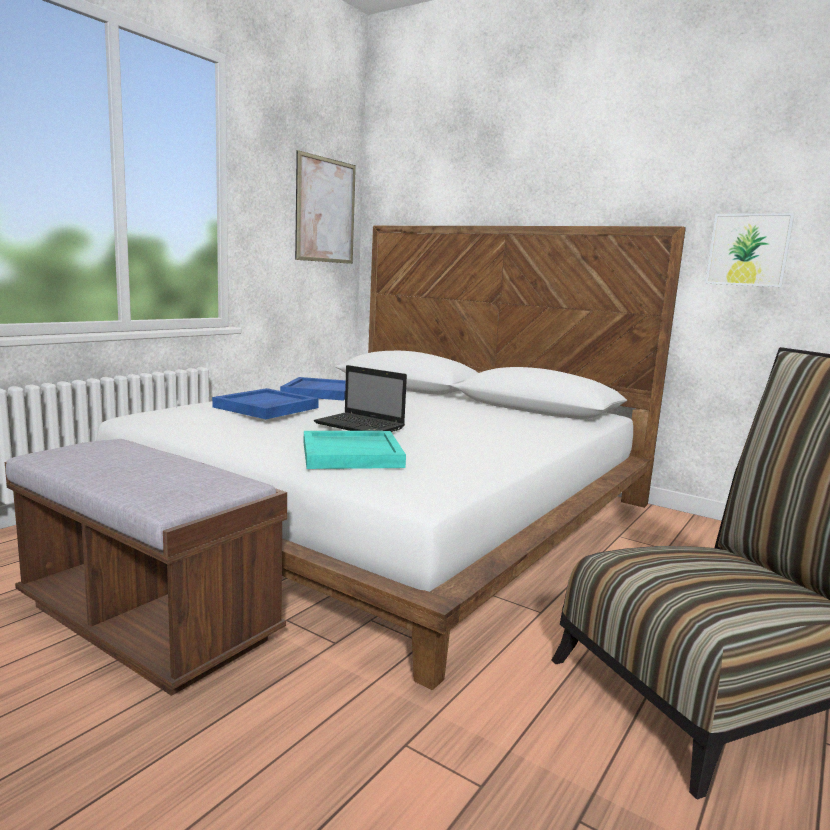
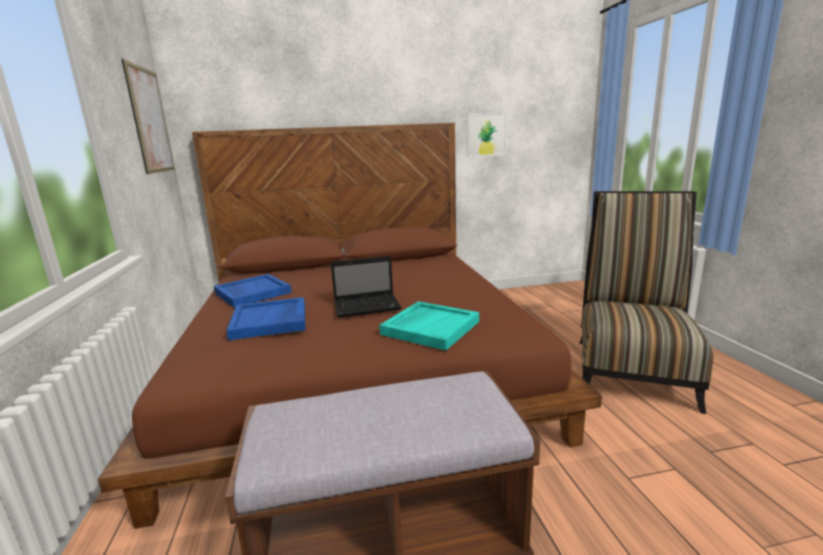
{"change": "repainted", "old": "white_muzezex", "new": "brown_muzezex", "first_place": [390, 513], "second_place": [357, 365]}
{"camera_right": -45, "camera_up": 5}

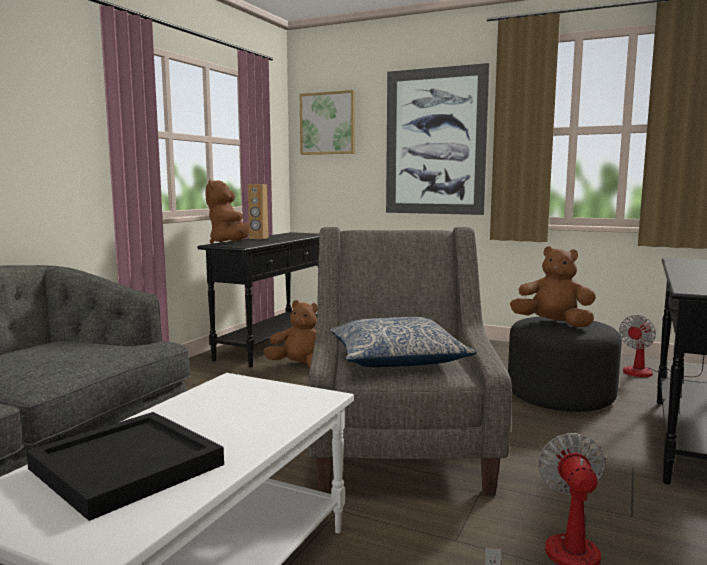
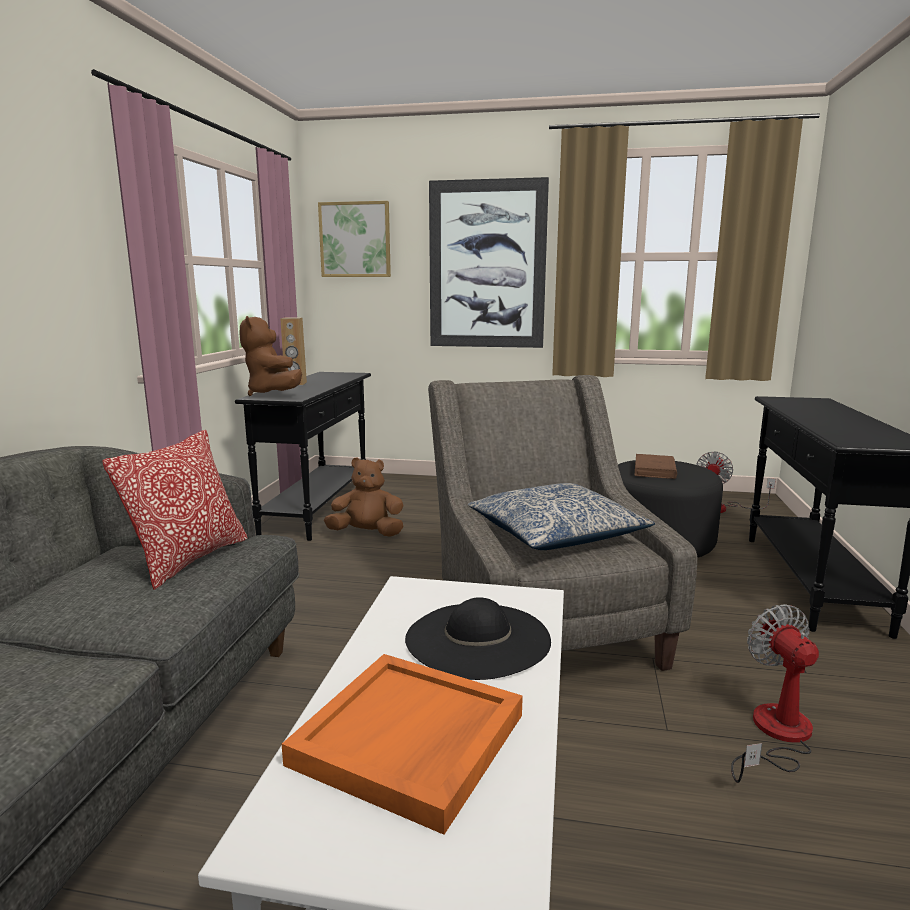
{"change": "swapped", "old": "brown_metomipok", "new": "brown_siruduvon", "first_place": [553, 324], "second_place": [654, 470]}
{"change": "repainted", "old": "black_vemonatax", "new": "orange_vemonatax", "first_place": [126, 467], "second_place": [409, 741]}
{"change": "new", "new": "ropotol", "second_place": [189, 559]}
{"change": "new", "new": "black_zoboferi", "second_place": [477, 639]}
{"camera_right": -15, "camera_up": 5}

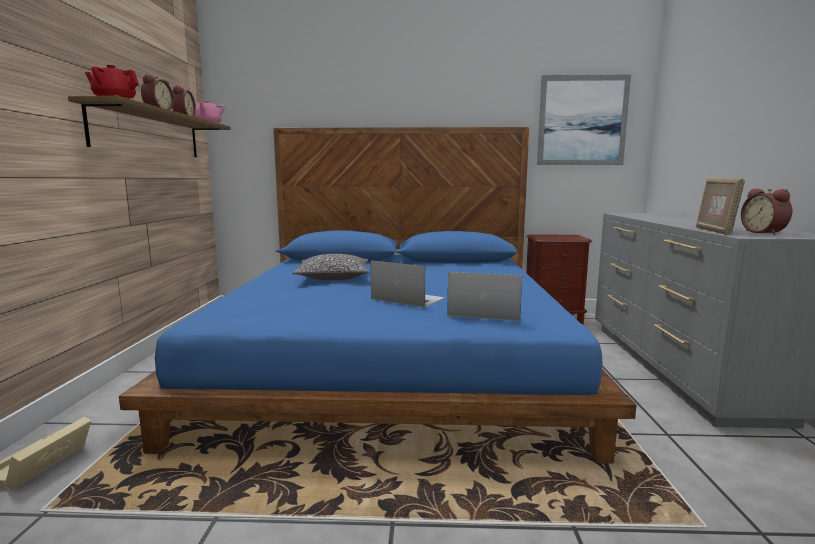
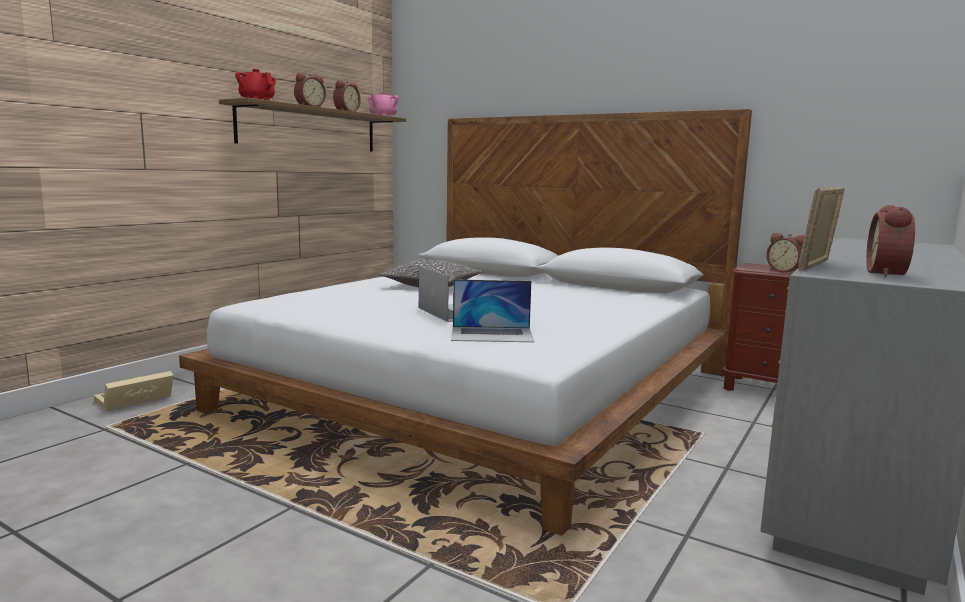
{"change": "gone", "old": "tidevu", "first_place": [582, 120]}
{"change": "repainted", "old": "blue_muzezex", "new": "white_muzezex", "first_place": [392, 360], "second_place": [485, 390]}
{"change": "rotated", "old": "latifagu", "first_place": [484, 312], "second_place": [492, 334], "degrees": 135}
{"change": "new", "new": "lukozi", "second_place": [786, 271]}
{"camera_right": 30, "camera_up": 0}

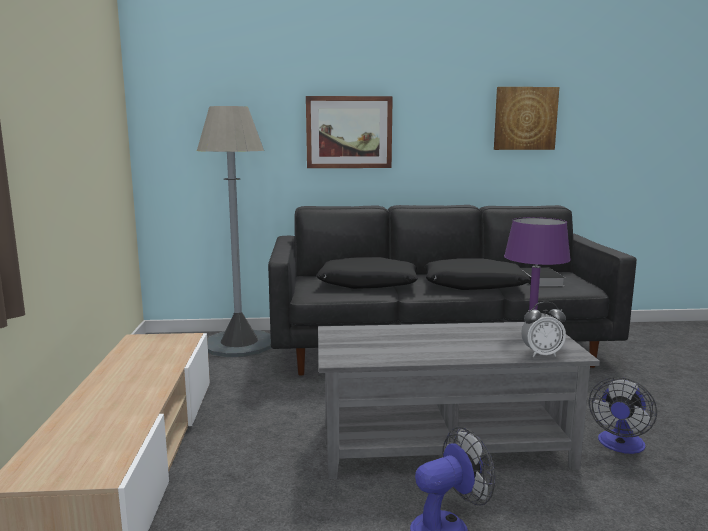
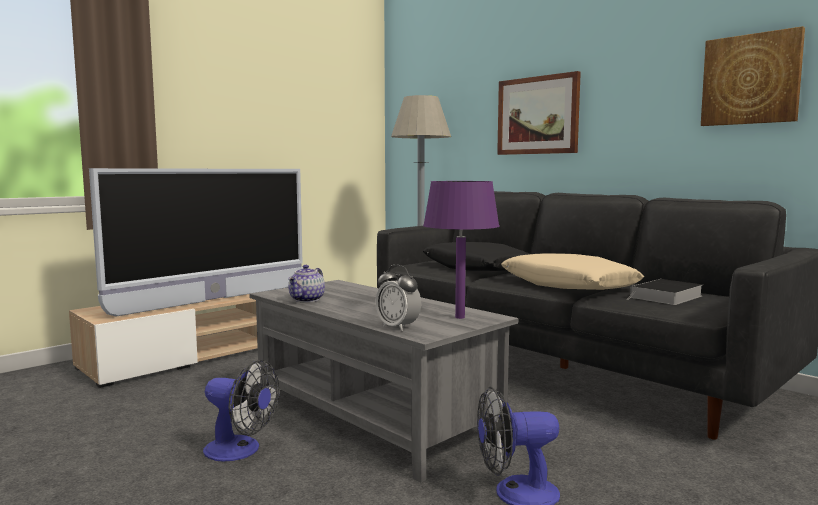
{"change": "repainted", "old": "black_ropotol", "new": "beige_ropotol", "first_place": [473, 285], "second_place": [568, 285]}
{"change": "new", "new": "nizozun", "second_place": [214, 299]}
{"change": "new", "new": "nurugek", "second_place": [307, 300]}
{"camera_right": 50, "camera_up": -5}

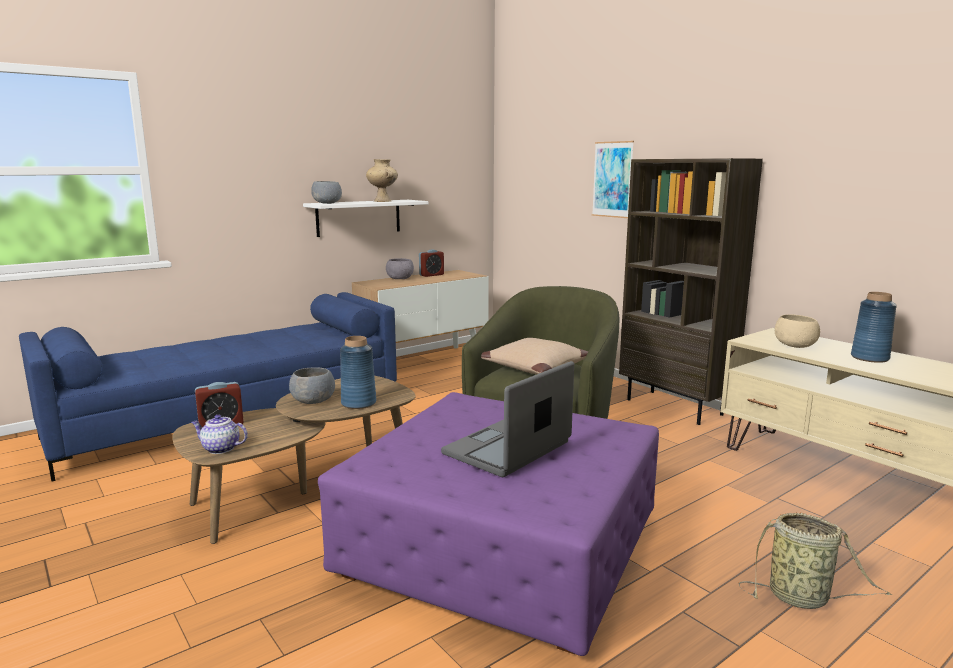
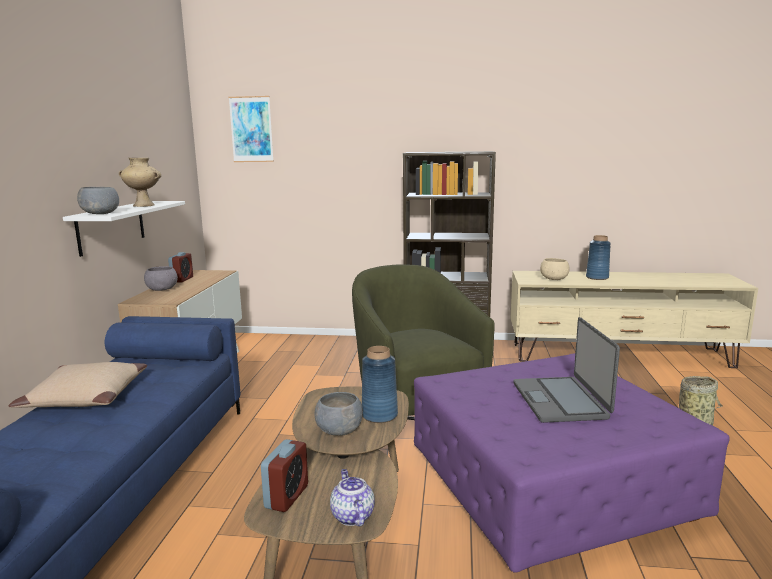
{"change": "shifted", "old": "tidevu", "first_place": [612, 179], "second_place": [251, 129]}
{"change": "shifted", "old": "beige_ropotol", "first_place": [534, 367], "second_place": [85, 397]}
{"change": "rotated", "old": "nurugek", "first_place": [220, 449], "second_place": [352, 516], "degrees": 105}
{"camera_right": -45, "camera_up": 0}

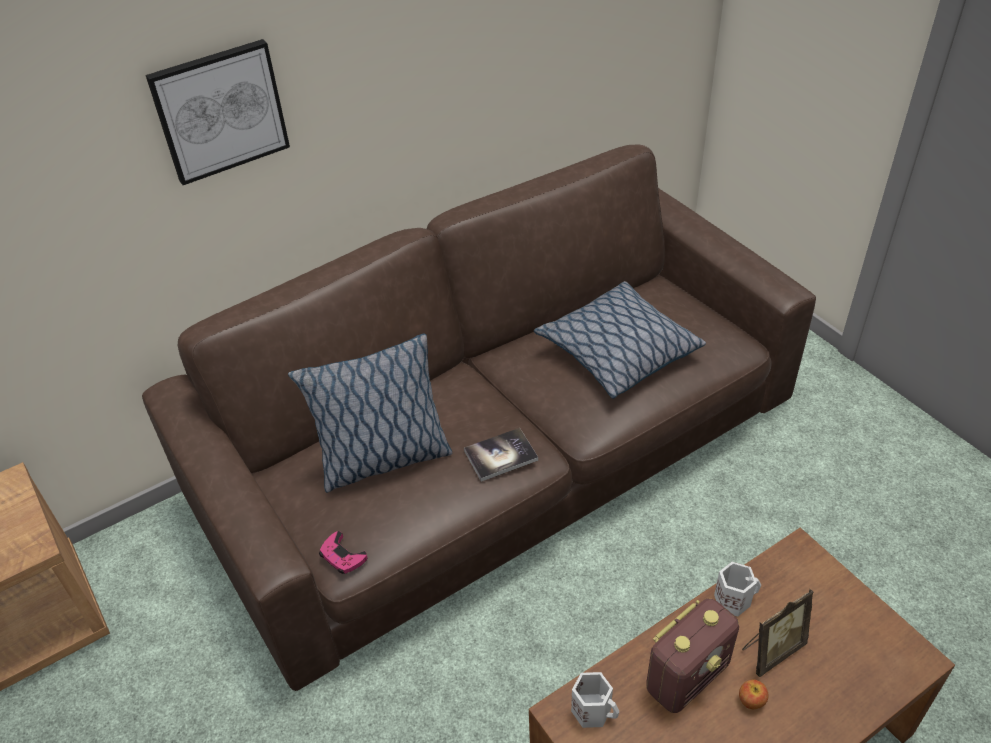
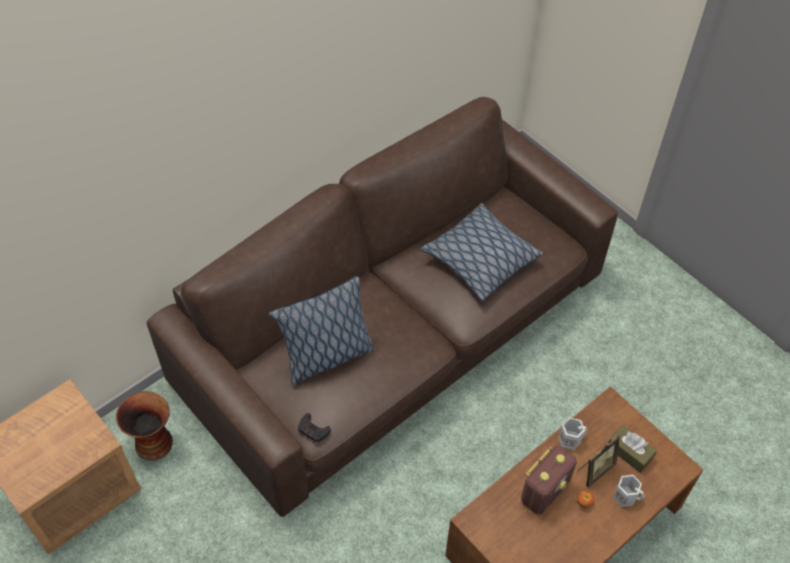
{"change": "gone", "old": "tidevu", "first_place": [220, 111]}
{"change": "gone", "old": "siruduvon", "first_place": [500, 455]}
{"change": "repainted", "old": "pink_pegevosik", "new": "black_pegevosik", "first_place": [342, 556], "second_place": [313, 430]}
{"change": "shifted", "old": "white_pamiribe", "first_place": [593, 710], "second_place": [625, 496]}
{"change": "new", "new": "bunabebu", "second_place": [153, 442]}
{"change": "new", "new": "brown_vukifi", "second_place": [629, 452]}
{"camera_right": -10, "camera_up": 10}

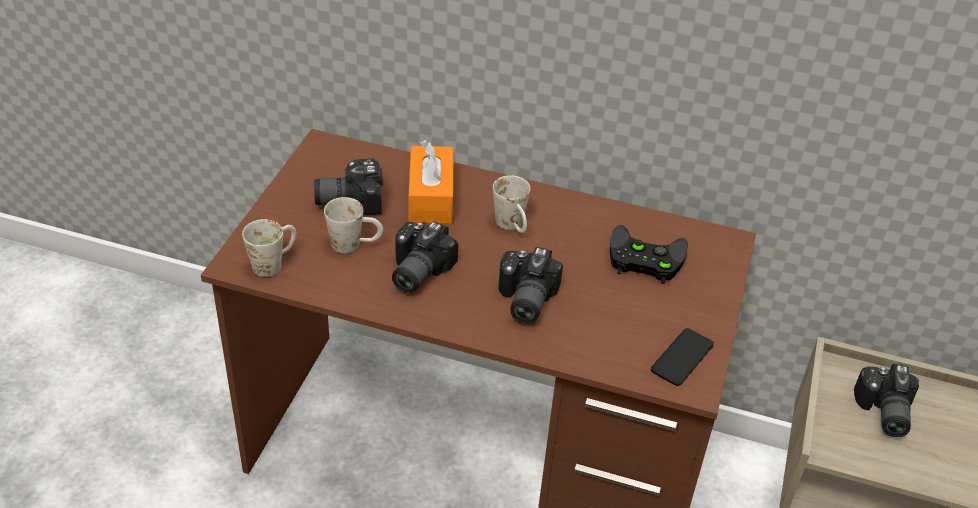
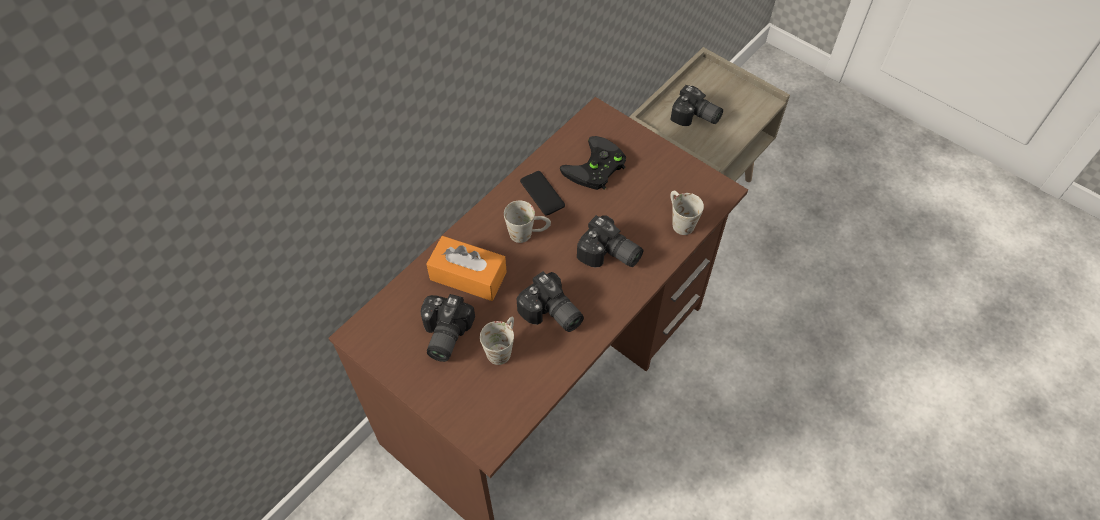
{"change": "shifted", "old": "white_pamiribe", "first_place": [274, 262], "second_place": [679, 220]}
{"change": "shifted", "old": "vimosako", "first_place": [682, 357], "second_place": [542, 193]}
{"camera_right": -65, "camera_up": 15}

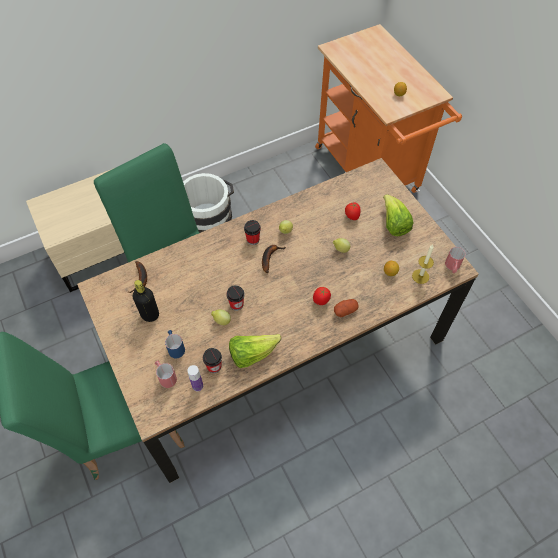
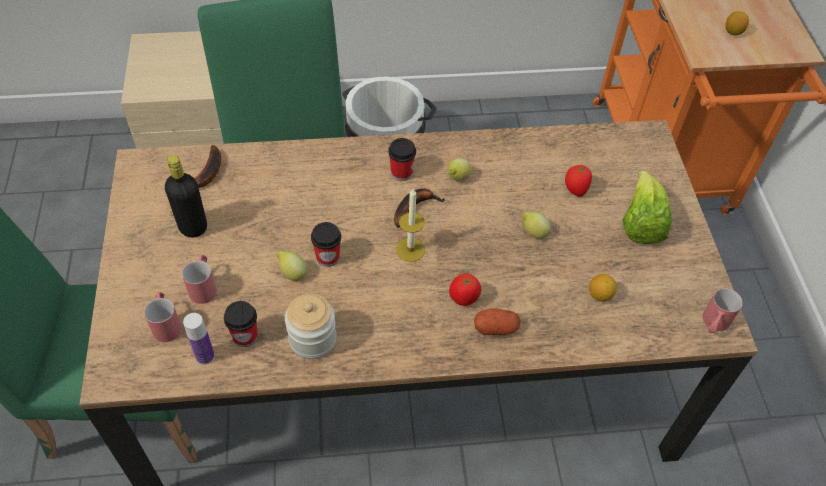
{"change": "shifted", "old": "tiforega", "first_place": [420, 276], "second_place": [410, 249]}
{"change": "repainted", "old": "blue_pamiribe", "new": "red_pamiribe", "first_place": [175, 347], "second_place": [203, 286]}
{"change": "swapped", "old": "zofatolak", "new": "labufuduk", "first_place": [252, 354], "second_place": [312, 339]}
{"camera_right": 20, "camera_up": -5}

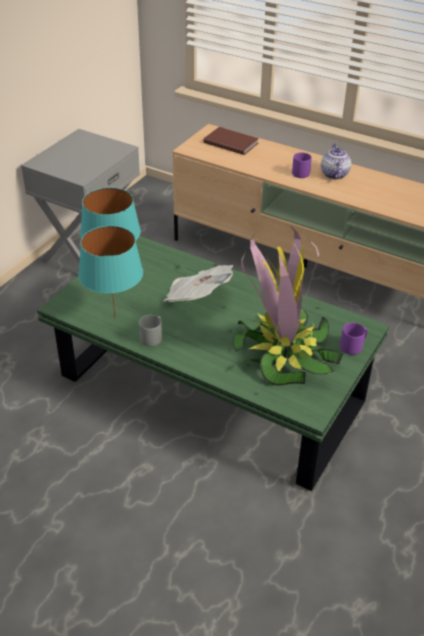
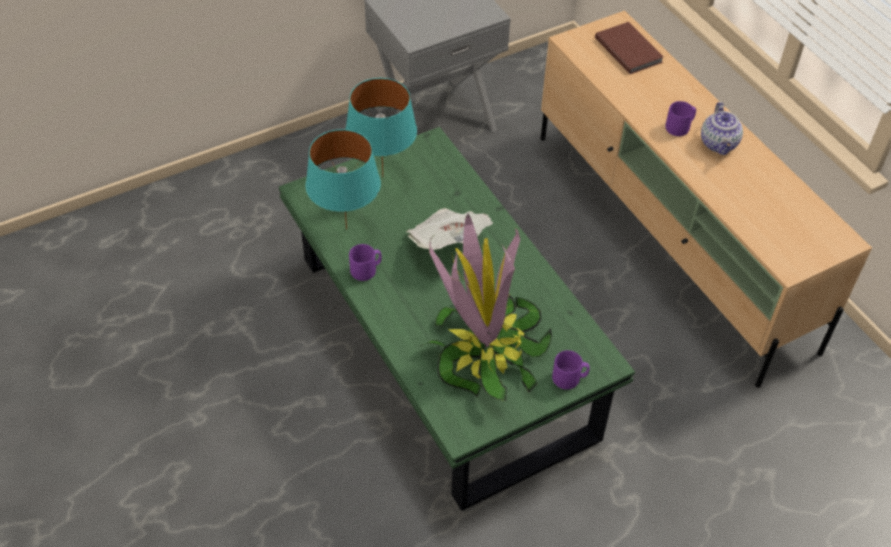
{"change": "rotated", "old": "nurugek", "first_place": [334, 174], "second_place": [719, 144], "degrees": 150}
{"change": "repainted", "old": "grey_pamiribe", "new": "purple_pamiribe", "first_place": [152, 338], "second_place": [366, 270]}
{"camera_right": 30, "camera_up": 10}

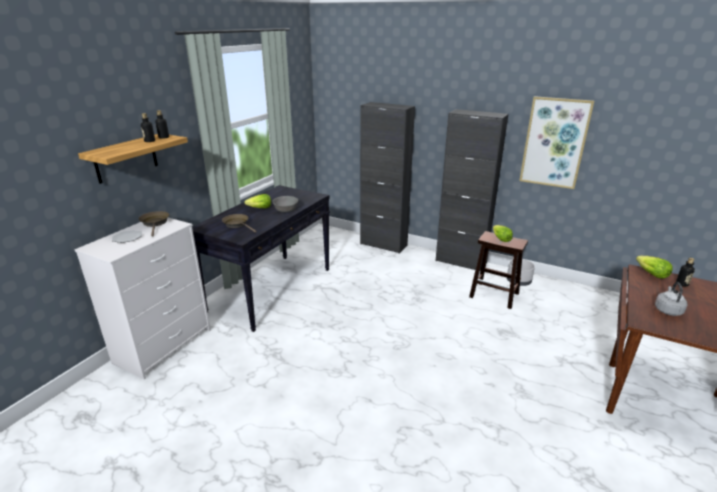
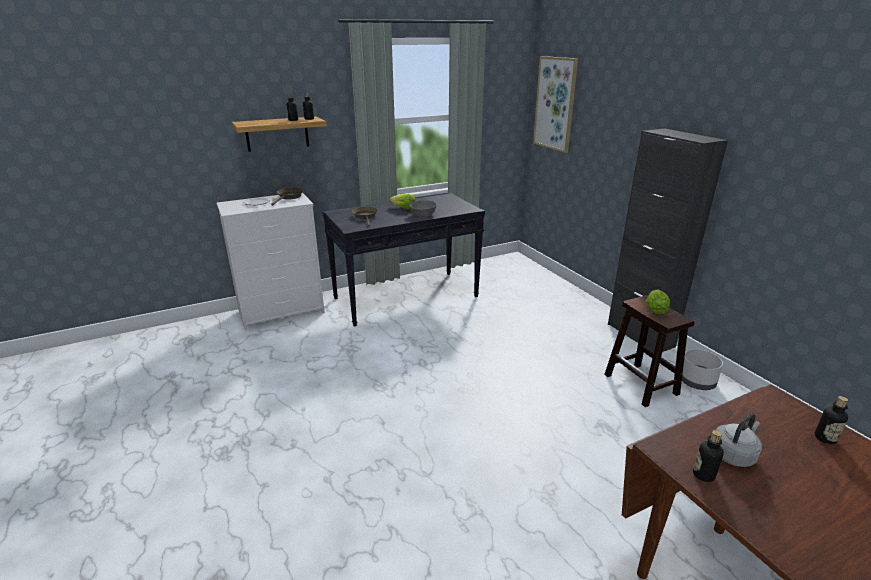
{"change": "shifted", "old": "tidevu", "first_place": [554, 143], "second_place": [555, 104]}
{"change": "gone", "old": "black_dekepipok", "first_place": [383, 245]}
{"change": "gone", "old": "zofatolak", "first_place": [651, 274]}
{"change": "new", "new": "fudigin", "second_place": [703, 474]}
{"camera_right": 35, "camera_up": 0}

